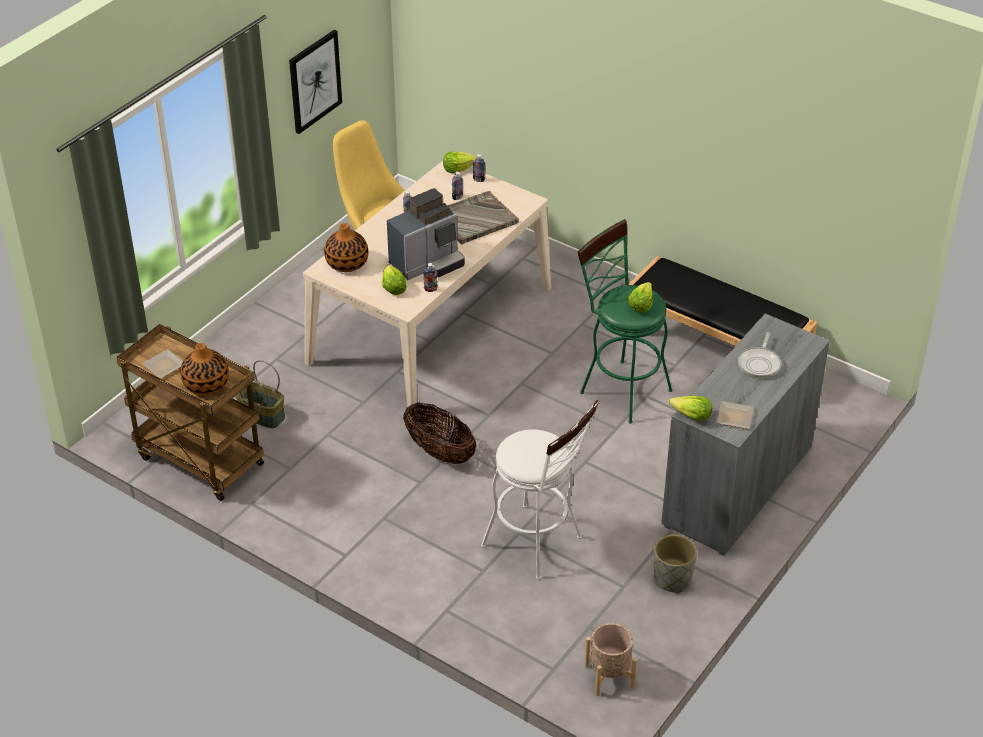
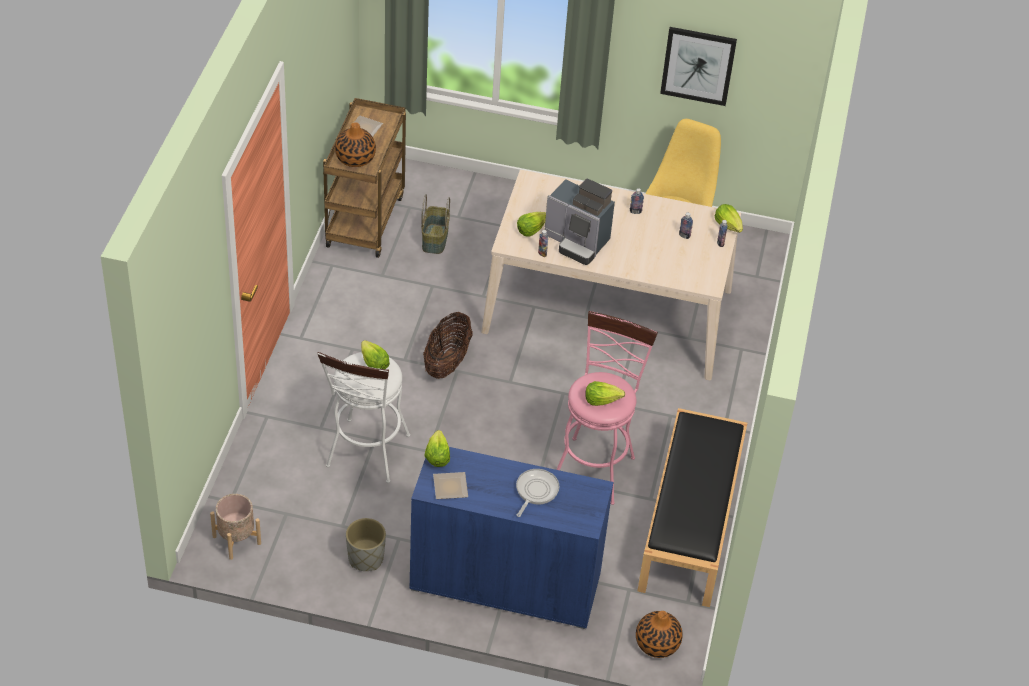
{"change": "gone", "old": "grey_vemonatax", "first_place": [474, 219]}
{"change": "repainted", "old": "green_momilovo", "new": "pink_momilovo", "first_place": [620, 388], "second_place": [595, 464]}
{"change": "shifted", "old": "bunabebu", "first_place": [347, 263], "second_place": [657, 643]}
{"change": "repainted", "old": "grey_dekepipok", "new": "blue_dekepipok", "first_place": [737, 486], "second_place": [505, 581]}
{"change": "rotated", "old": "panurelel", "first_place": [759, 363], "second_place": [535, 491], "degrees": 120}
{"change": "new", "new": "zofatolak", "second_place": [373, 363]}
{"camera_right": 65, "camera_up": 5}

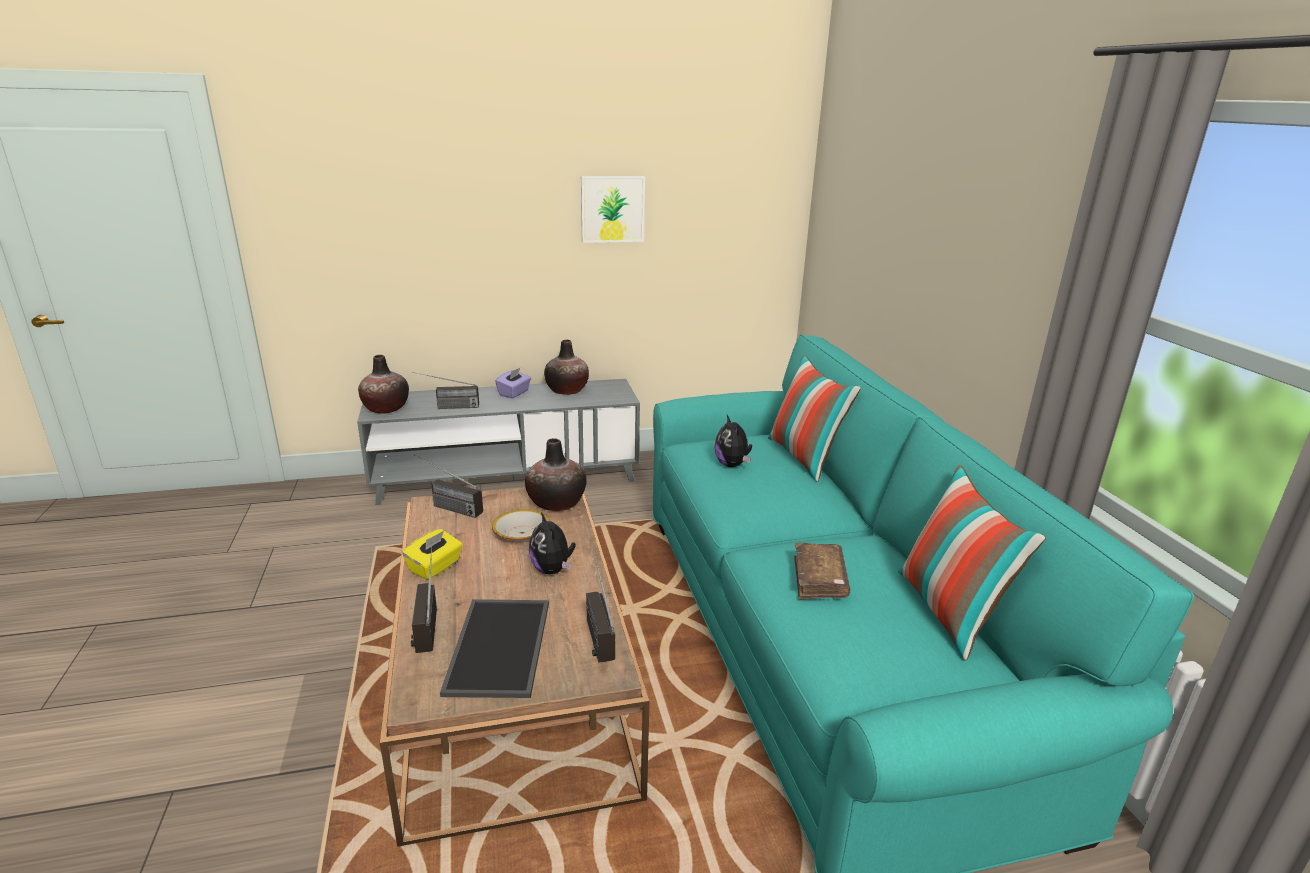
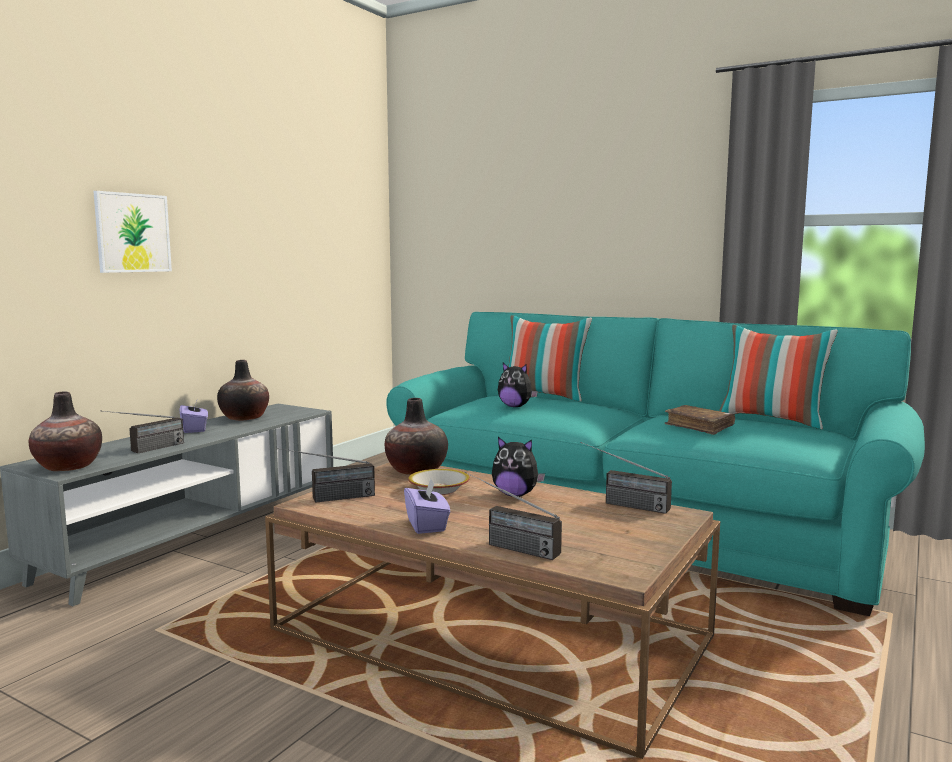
{"change": "shifted", "old": "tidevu", "first_place": [612, 209], "second_place": [133, 233]}
{"change": "repainted", "old": "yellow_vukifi", "new": "purple_vukifi", "first_place": [435, 567], "second_place": [427, 525]}
{"change": "gone", "old": "vemonatax", "first_place": [501, 647]}
{"camera_right": -45, "camera_up": -15}

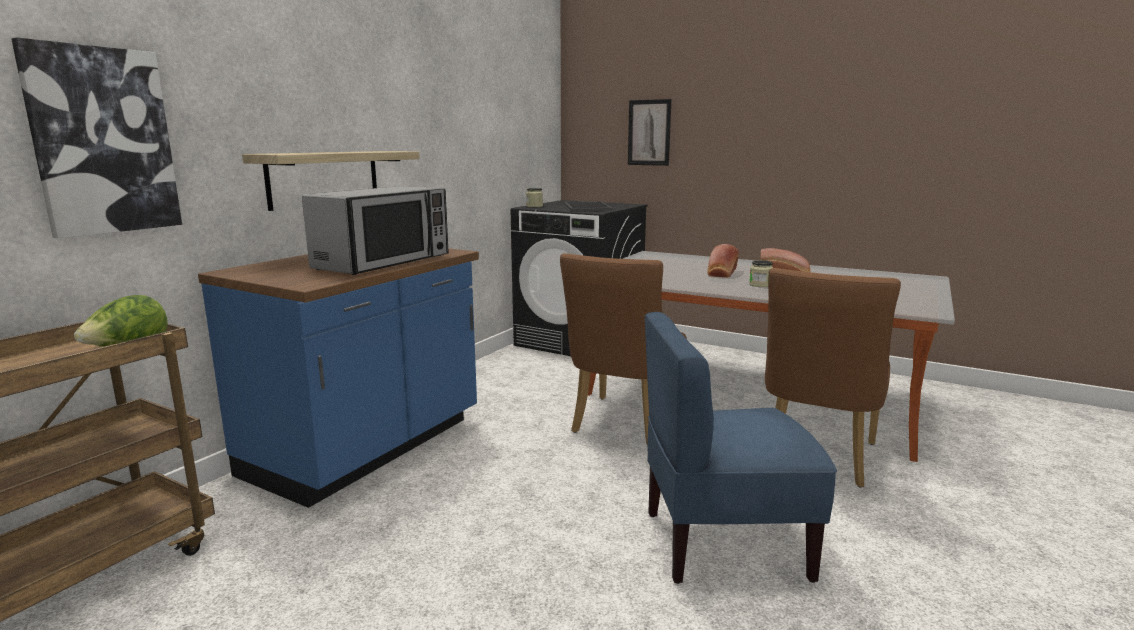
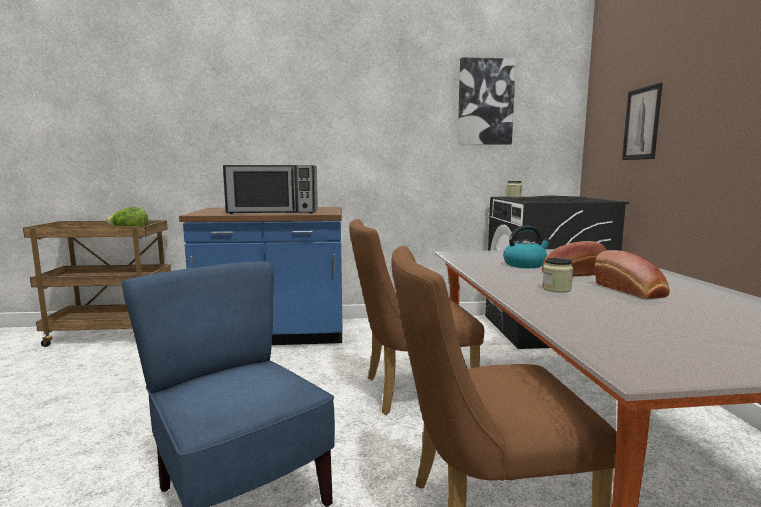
{"change": "shifted", "old": "tidevu", "first_place": [102, 141], "second_place": [485, 102]}
{"change": "gone", "old": "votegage", "first_place": [324, 178]}
{"change": "new", "new": "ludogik", "second_place": [525, 265]}
{"camera_right": 55, "camera_up": -5}

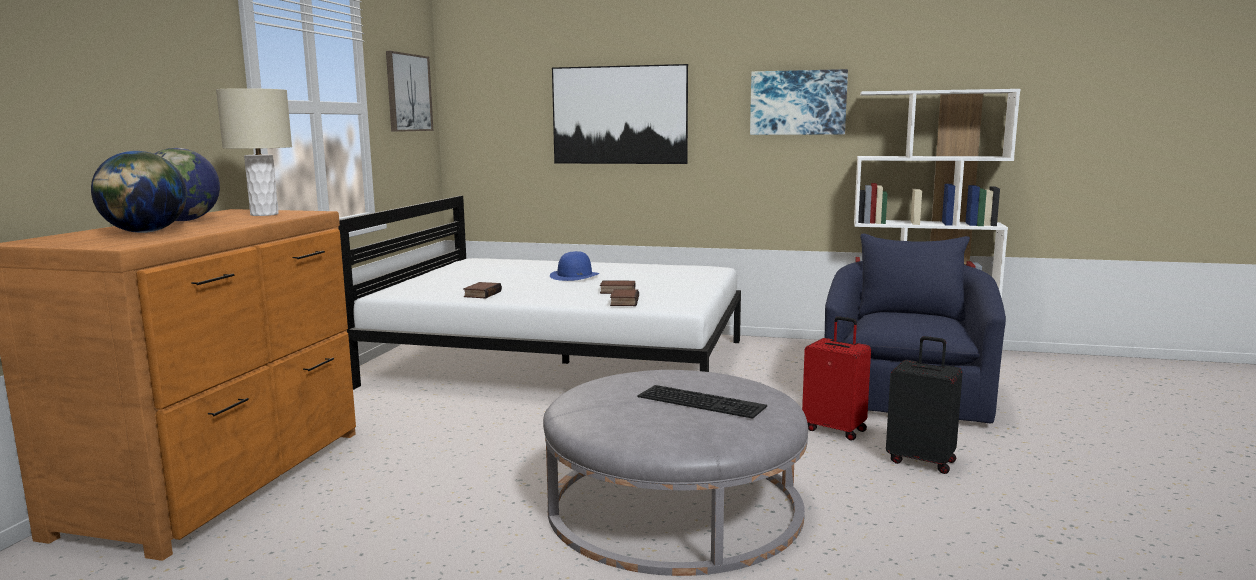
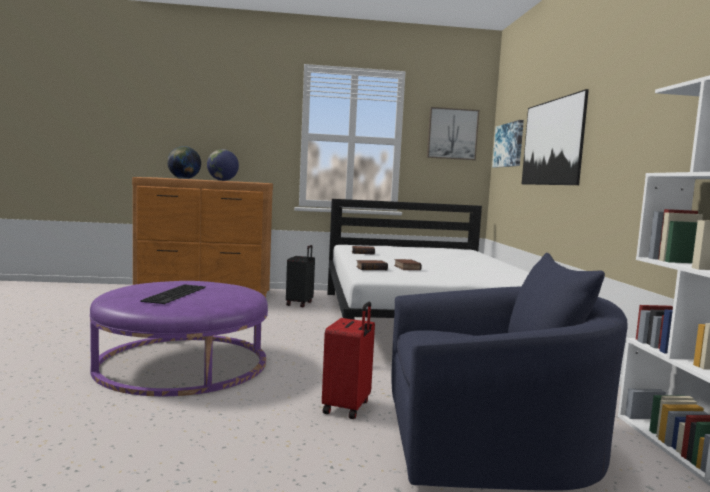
{"change": "shifted", "old": "tidevu", "first_place": [798, 102], "second_place": [509, 145]}
{"change": "gone", "old": "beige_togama", "first_place": [264, 214]}
{"change": "gone", "old": "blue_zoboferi", "first_place": [574, 276]}
{"change": "shifted", "old": "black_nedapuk", "first_place": [921, 461], "second_place": [300, 304]}
{"change": "repainted", "old": "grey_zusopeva", "new": "purple_zusopeva", "first_place": [674, 505], "second_place": [182, 363]}
{"camera_right": 70, "camera_up": -5}

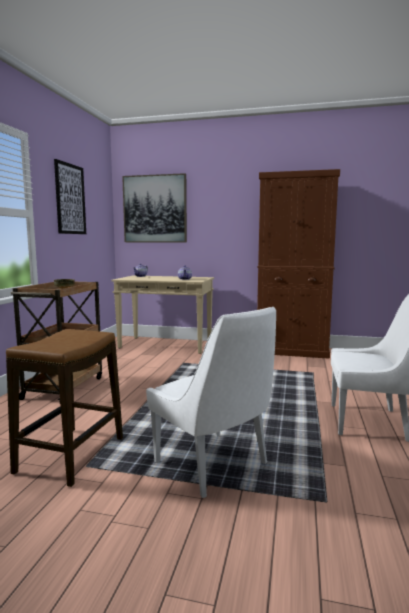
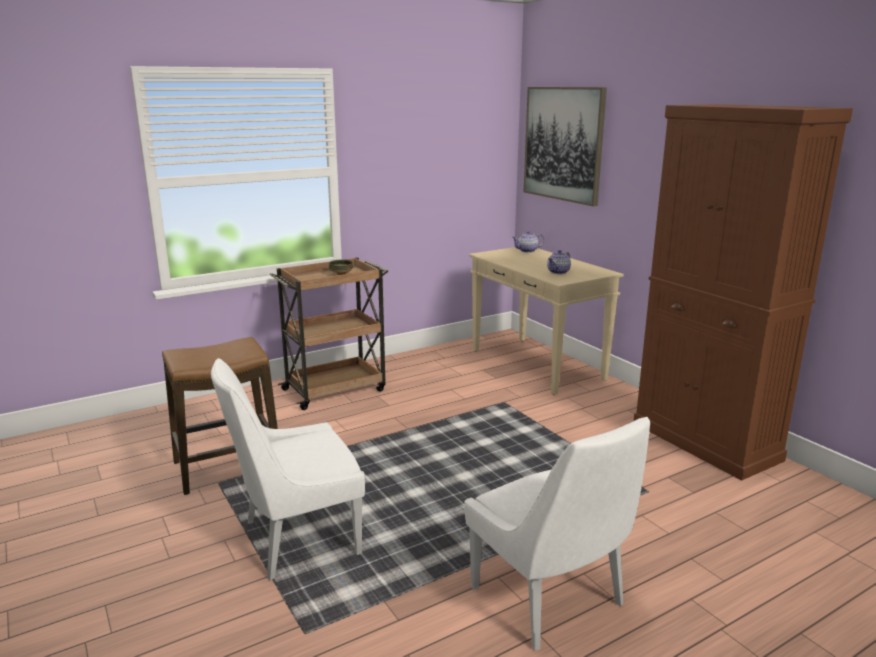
{"change": "gone", "old": "tidevu", "first_place": [70, 199]}
{"change": "rotated", "old": "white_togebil", "first_place": [213, 464], "second_place": [297, 539], "degrees": 60}
{"camera_right": 45, "camera_up": 10}

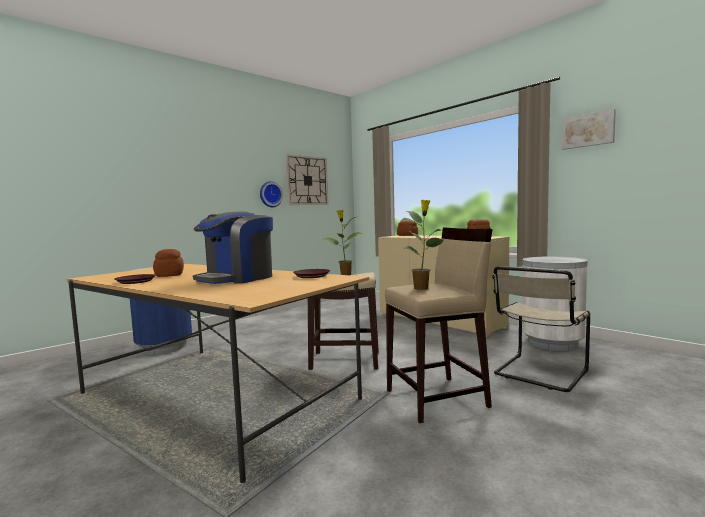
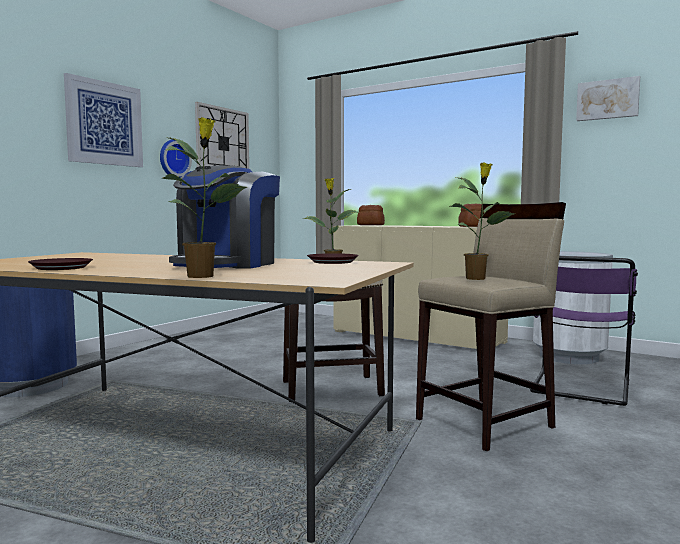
{"change": "gone", "old": "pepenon", "first_place": [170, 274]}
{"change": "repainted", "old": "beige_togebil", "new": "purple_togebil", "first_place": [539, 373], "second_place": [579, 388]}
{"change": "new", "new": "tidevu", "second_place": [104, 123]}
{"change": "new", "new": "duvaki", "second_place": [202, 276]}
{"camera_right": -15, "camera_up": 0}

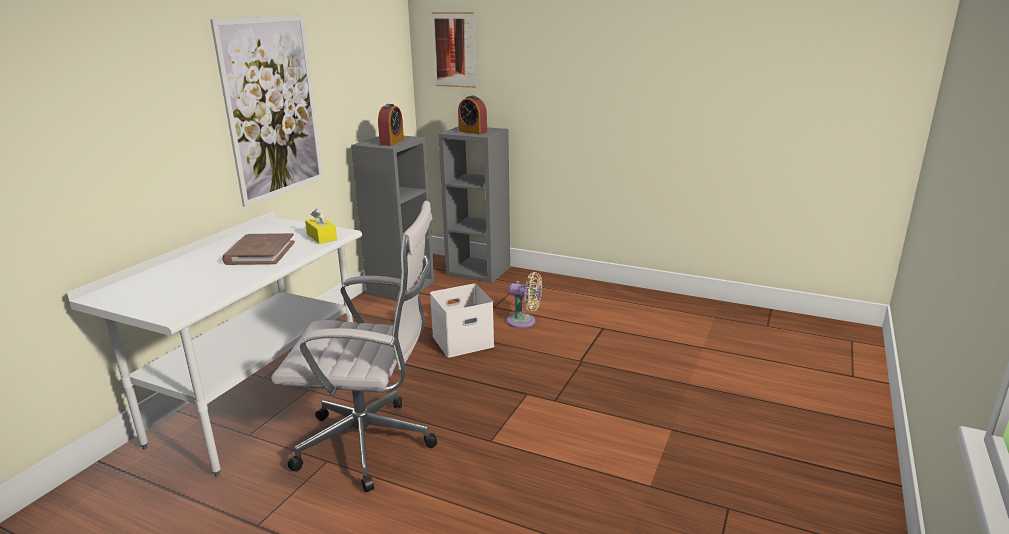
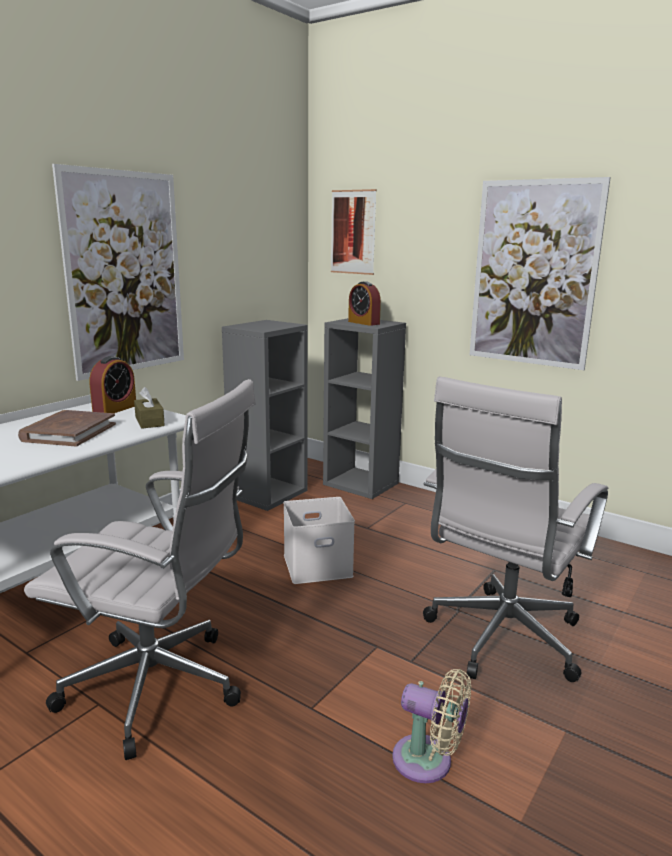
{"change": "shifted", "old": "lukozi", "first_place": [392, 142], "second_place": [115, 409]}
{"change": "repainted", "old": "yellow_vukifi", "new": "brown_vukifi", "first_place": [322, 237], "second_place": [149, 421]}
{"change": "shifted", "old": "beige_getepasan", "first_place": [524, 322], "second_place": [428, 762]}
{"change": "new", "new": "tidevu", "second_place": [533, 274]}
{"change": "new", "new": "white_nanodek", "second_place": [501, 640]}
{"camera_right": 10, "camera_up": -5}

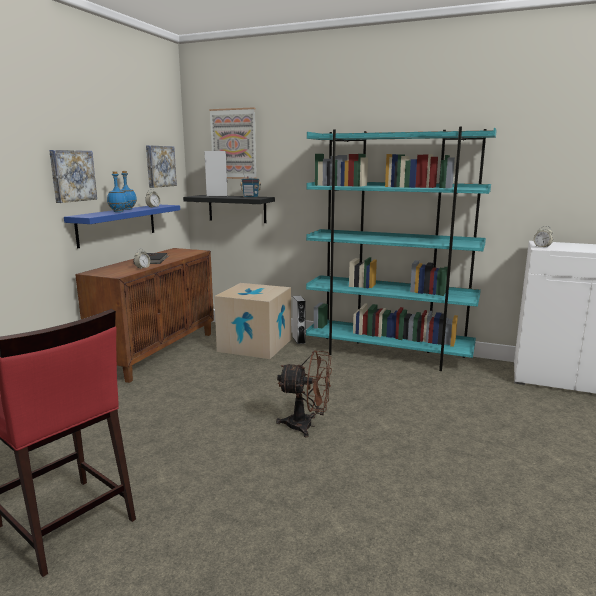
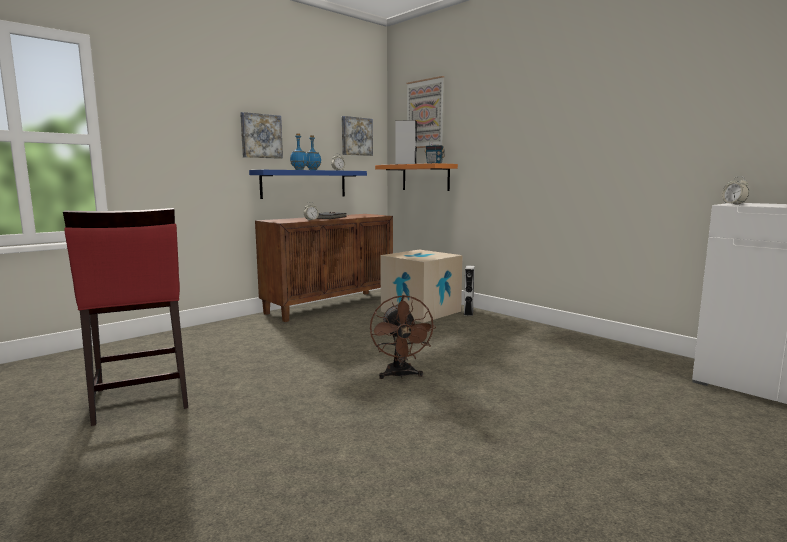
{"change": "gone", "old": "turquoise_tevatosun", "first_place": [388, 354]}
{"change": "repainted", "old": "black_votegage", "new": "orange_votegage", "first_place": [237, 208], "second_place": [425, 177]}
{"change": "rotated", "old": "brown_getepasan", "first_place": [306, 426], "second_place": [400, 375], "degrees": 45}
{"camera_right": 25, "camera_up": -5}

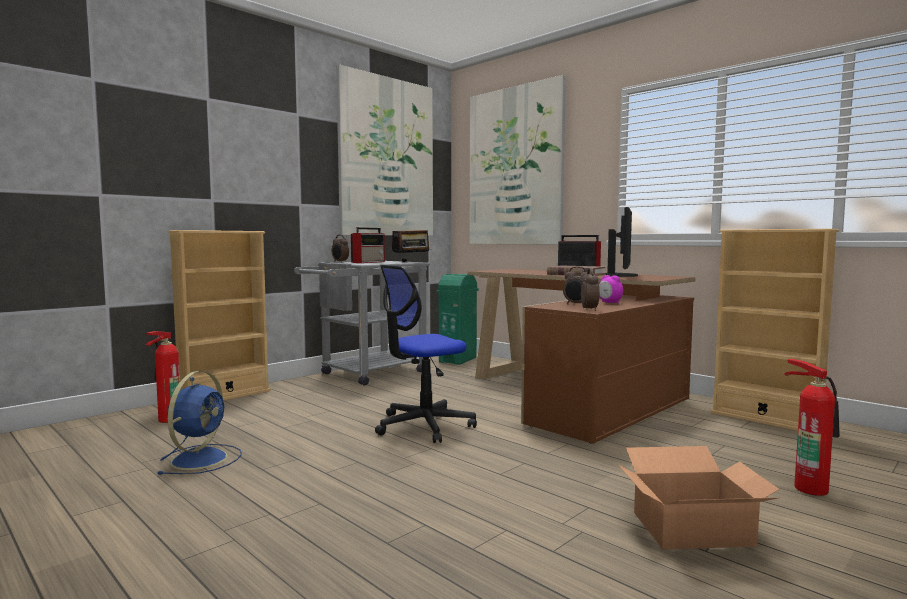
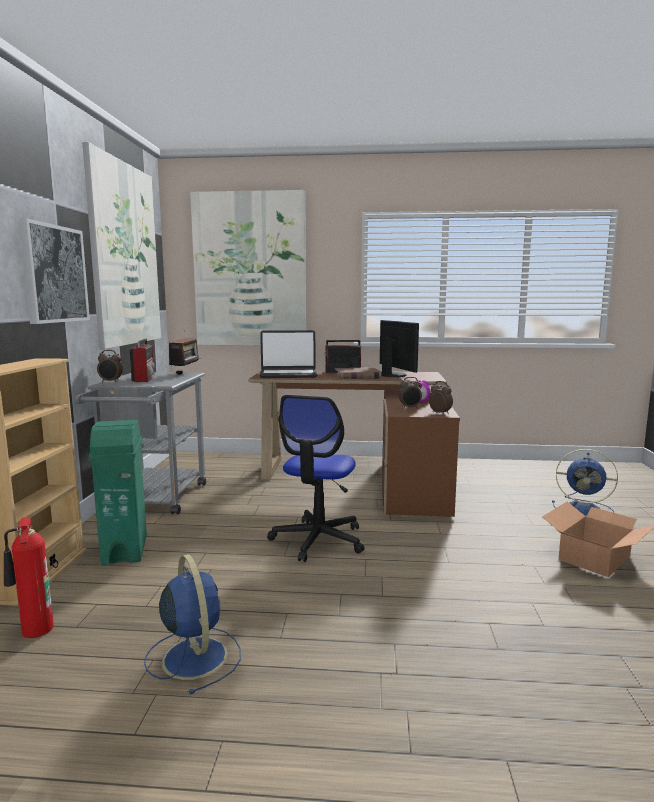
{"change": "gone", "old": "beige_tevatosun", "first_place": [765, 419]}
{"change": "shifted", "old": "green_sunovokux", "first_place": [458, 360], "second_place": [125, 550]}
{"change": "swapped", "old": "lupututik", "new": "blue_getepasan", "first_place": [810, 488], "second_place": [585, 510]}
{"change": "new", "new": "tidevu", "second_place": [54, 274]}
{"change": "new", "new": "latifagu", "second_place": [288, 375]}
{"camera_right": -40, "camera_up": 5}

